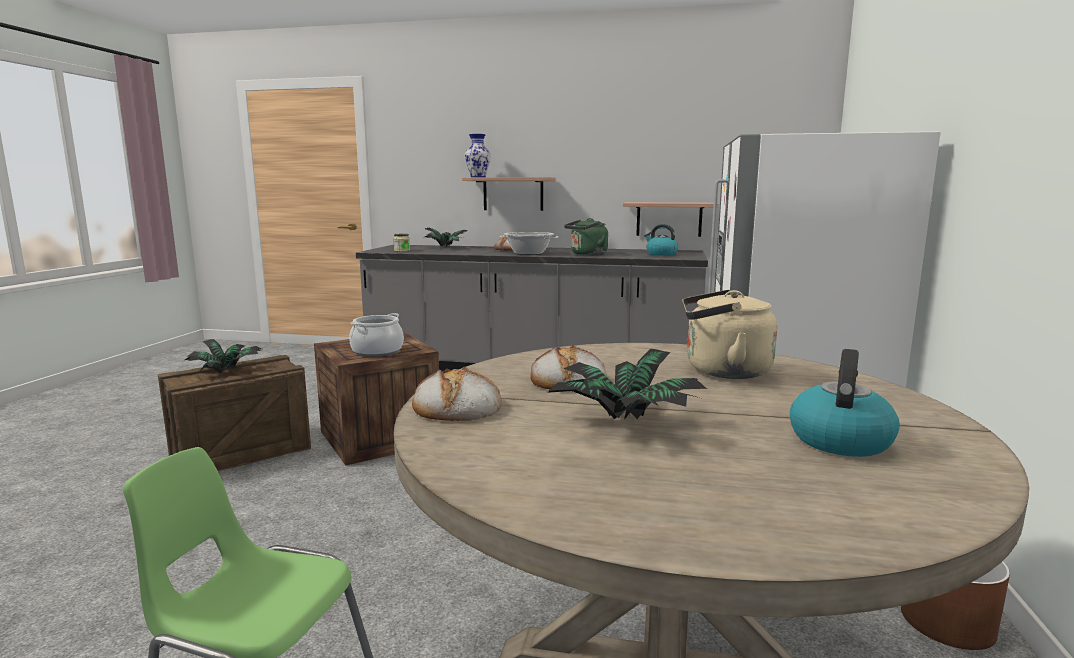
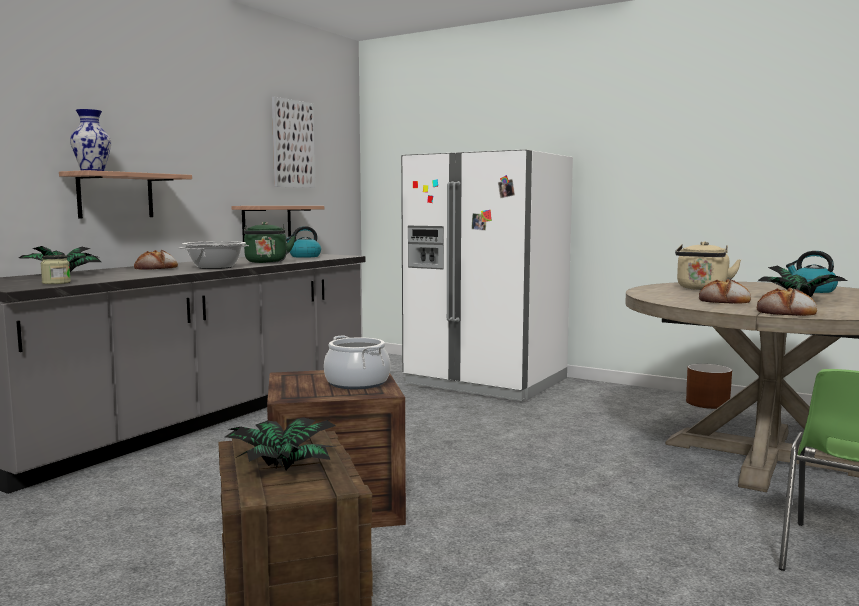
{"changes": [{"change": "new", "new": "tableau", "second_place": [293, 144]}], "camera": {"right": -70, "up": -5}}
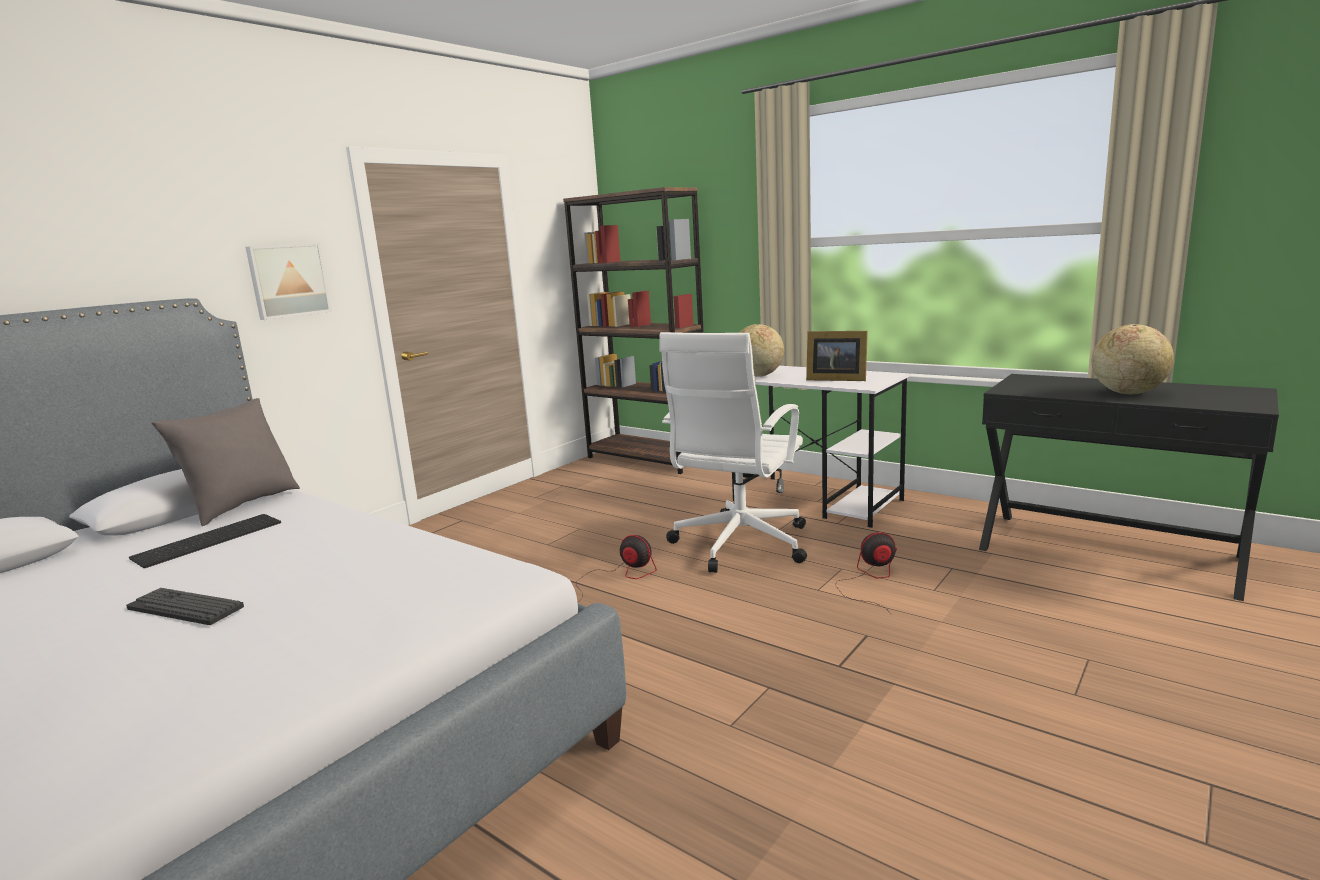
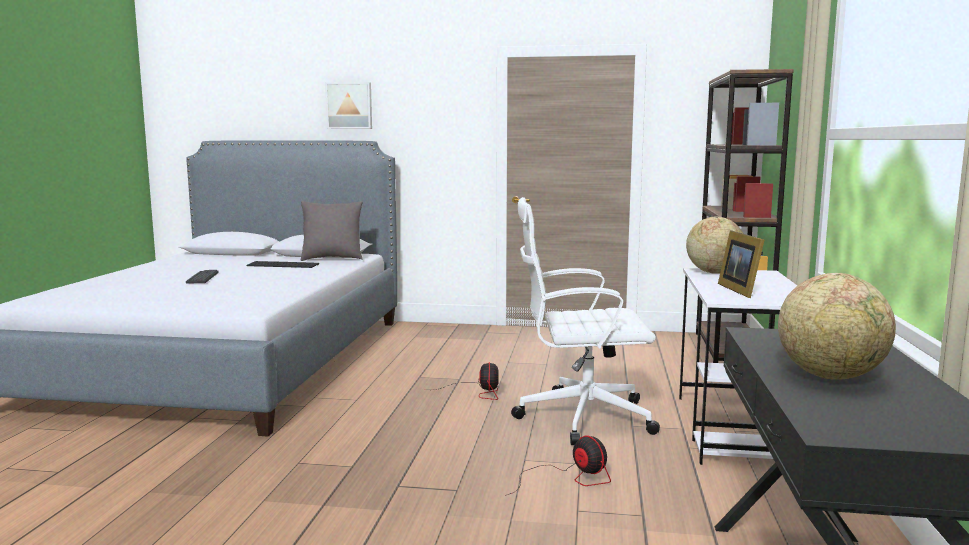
{"changes": [{"change": "shifted", "old": "tableau", "first_place": [288, 280], "second_place": [349, 106]}], "camera": {"right": 60, "up": -5}}
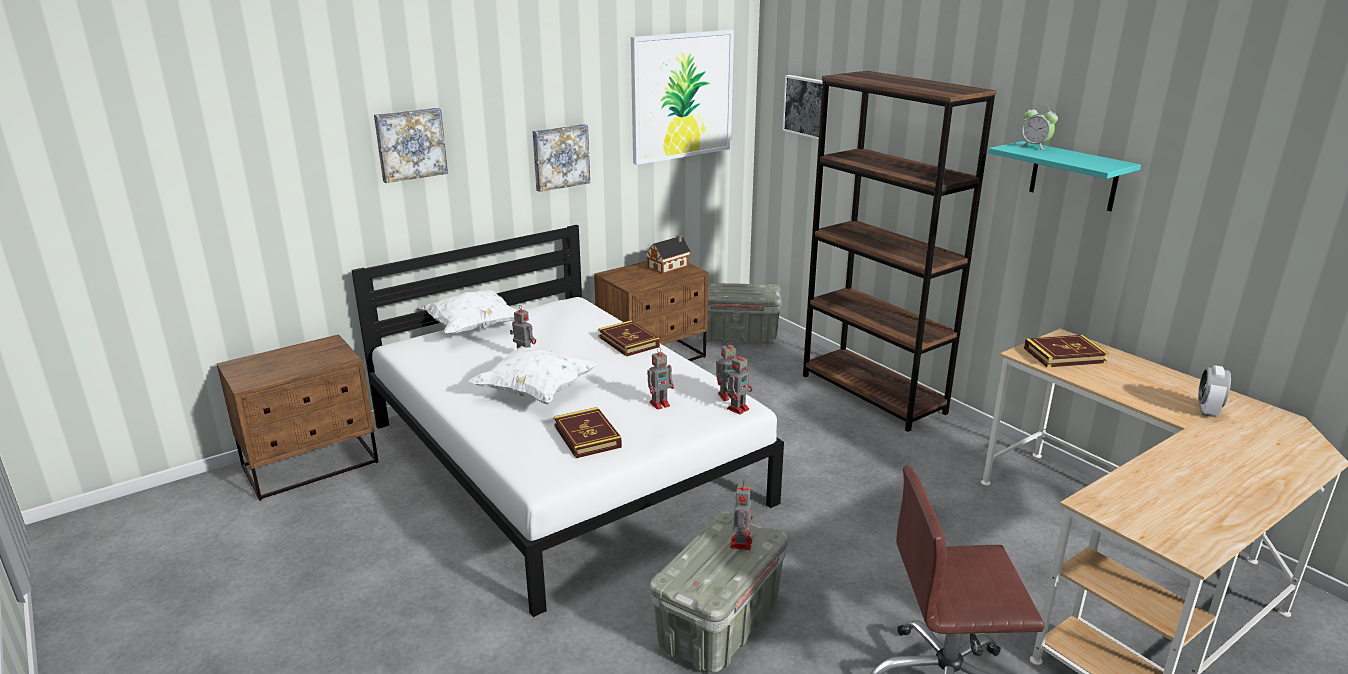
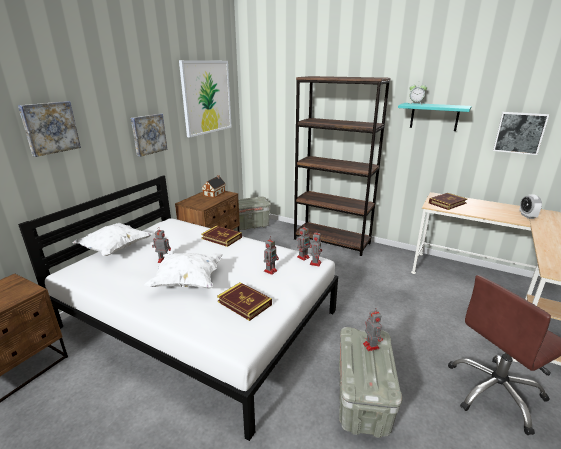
{"changes": [{"change": "shifted", "old": "tableau", "first_place": [807, 106], "second_place": [519, 132]}], "camera": {"right": -25, "up": 0}}
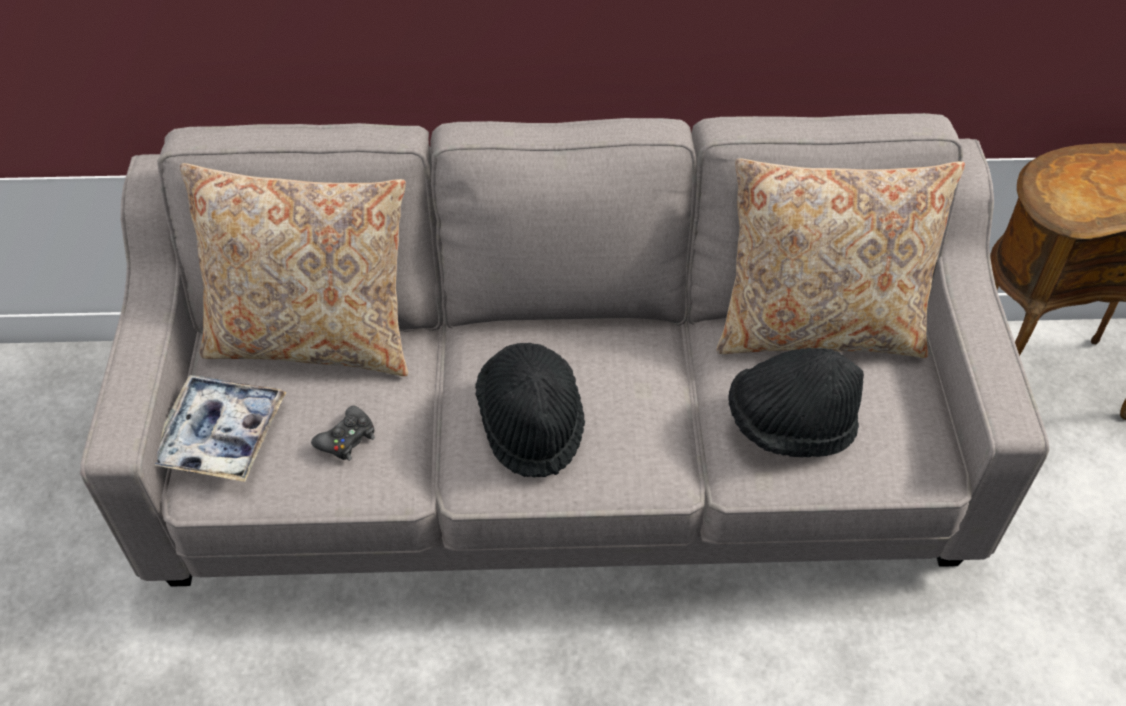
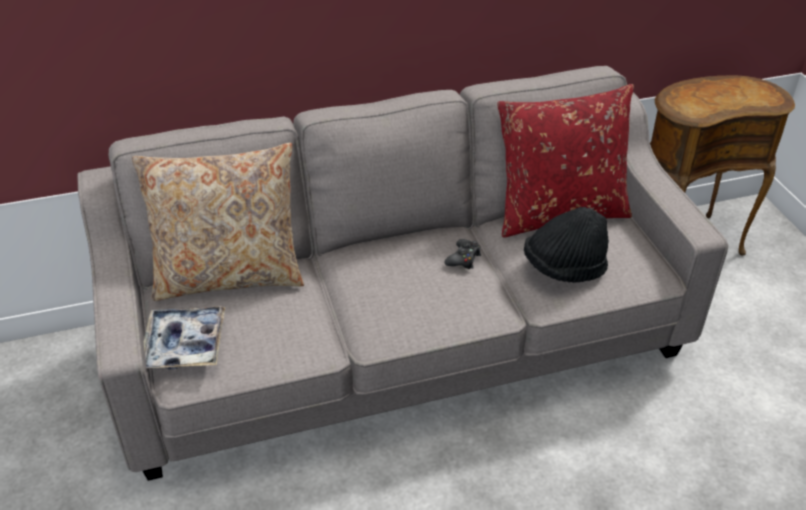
{"changes": [{"change": "shifted", "old": "manette/noir", "first_place": [347, 439], "second_place": [463, 259]}, {"change": "gone", "old": "chapeau/noir", "first_place": [531, 424]}, {"change": "repainted", "old": "coussin/beige", "new": "coussin/rouge", "first_place": [818, 327], "second_place": [559, 213]}], "camera": {"right": -15, "up": -10}}
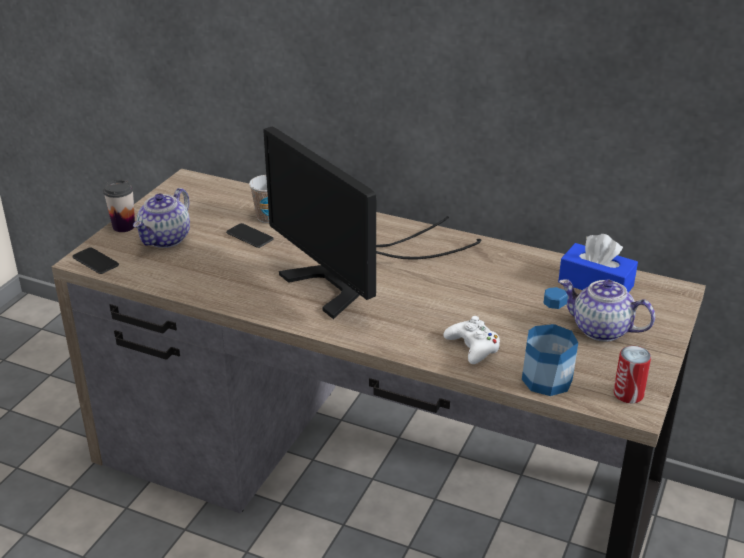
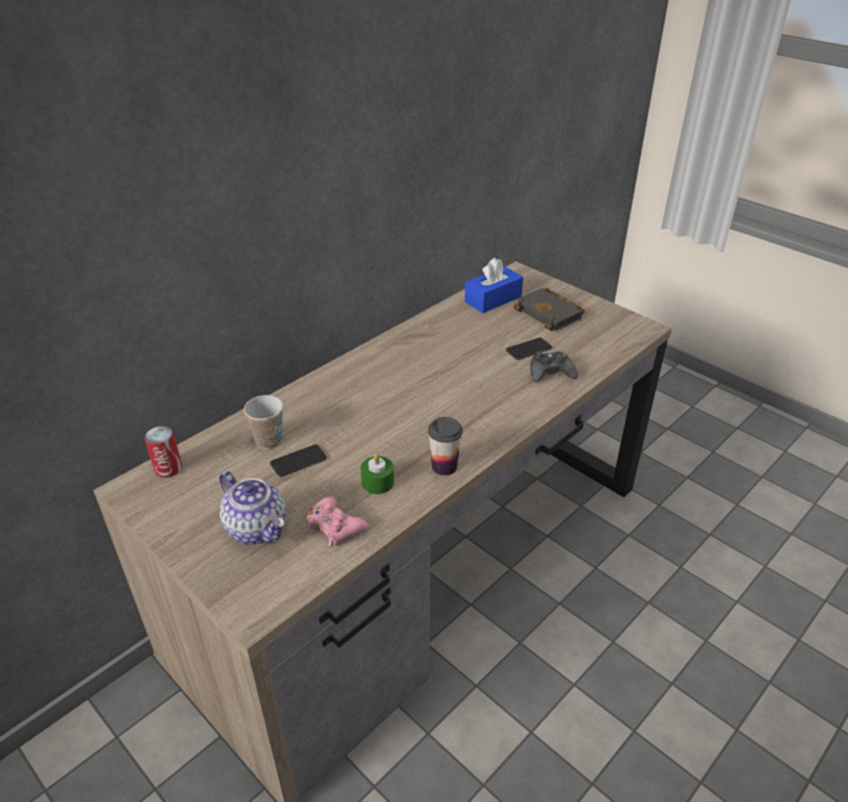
{"changes": [{"change": "shifted", "old": "téléphone", "first_place": [95, 261], "second_place": [528, 349]}, {"change": "shifted", "old": "tasse", "first_place": [123, 226], "second_place": [444, 466]}, {"change": "gone", "old": "écran d'ordinateur", "first_place": [354, 277]}, {"change": "repainted", "old": "manette/blanc", "new": "manette/noir", "first_place": [473, 347], "second_place": [550, 373]}, {"change": "gone", "old": "bouteille", "first_place": [547, 379]}, {"change": "swapped", "old": "théière", "new": "livre/noir", "first_place": [600, 330], "second_place": [551, 314]}, {"change": "shifted", "old": "boîte métallique", "first_place": [628, 394], "second_place": [168, 468]}, {"change": "new", "new": "manette/rose", "second_place": [335, 527]}, {"change": "new", "new": "bougie/vert", "second_place": [377, 482]}], "camera": {"right": -70, "up": 5}}
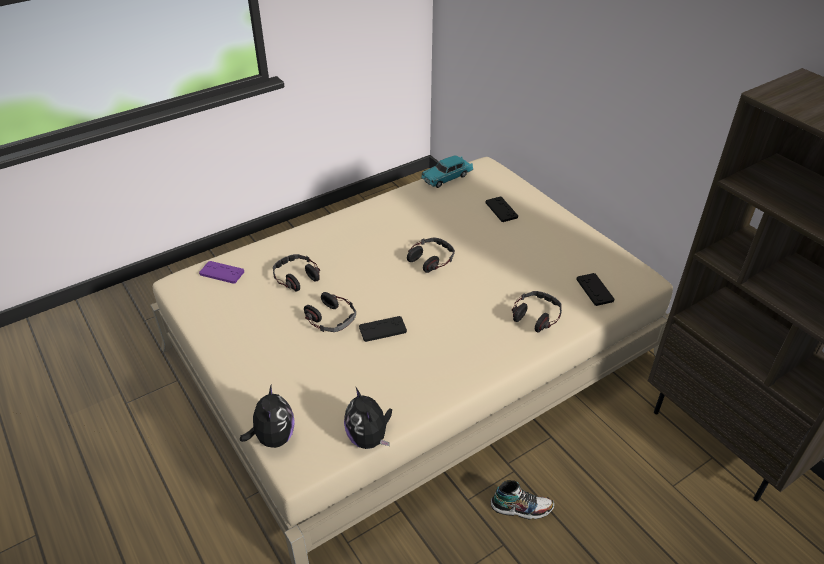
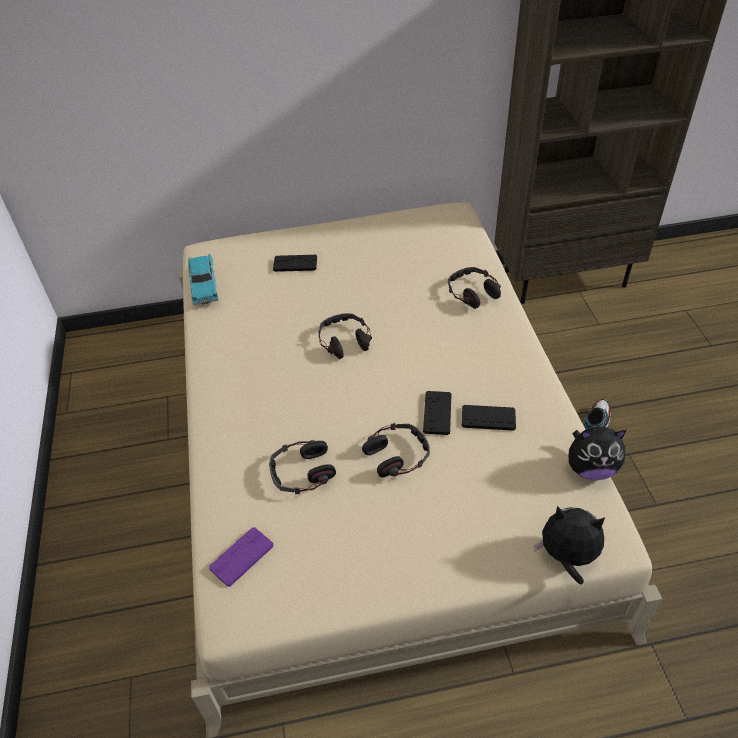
{"changes": [{"change": "shifted", "old": "manette/noir", "first_place": [594, 290], "second_place": [488, 418]}], "camera": {"right": -65, "up": 5}}
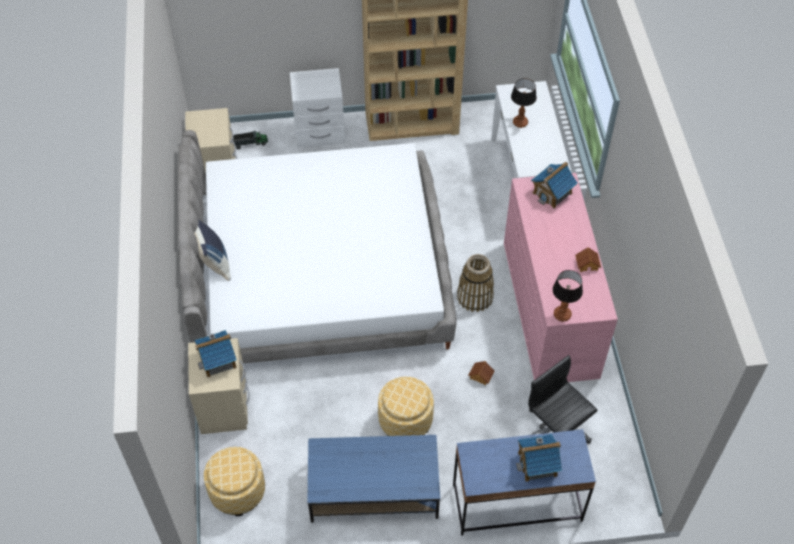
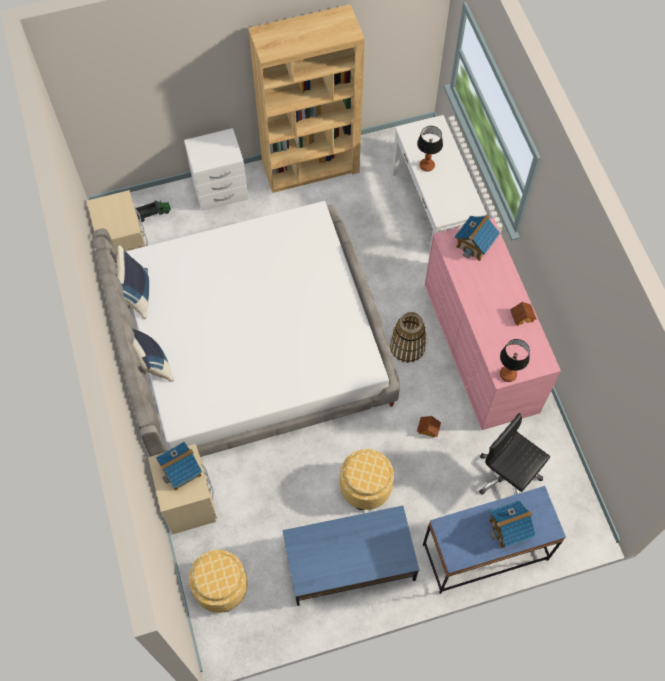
{"changes": [{"change": "new", "new": "coussin/bleu", "second_place": [136, 294]}], "camera": {"right": -10, "up": 10}}
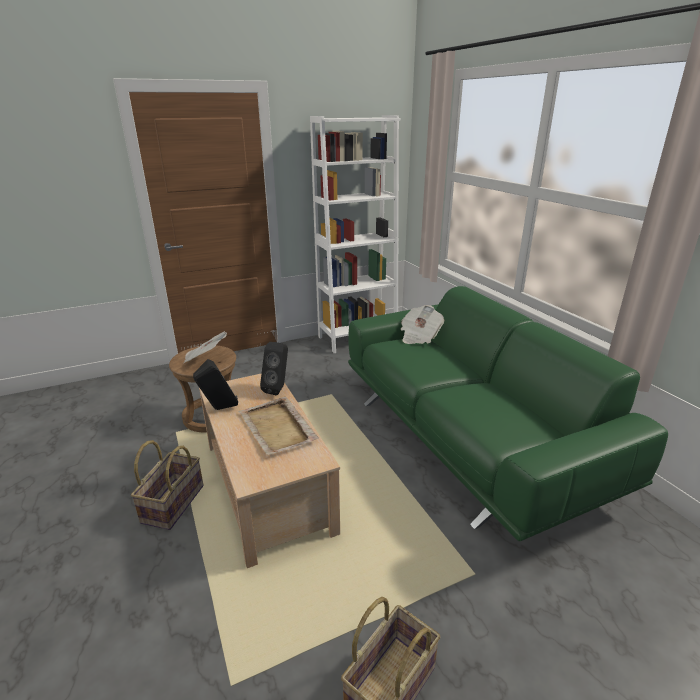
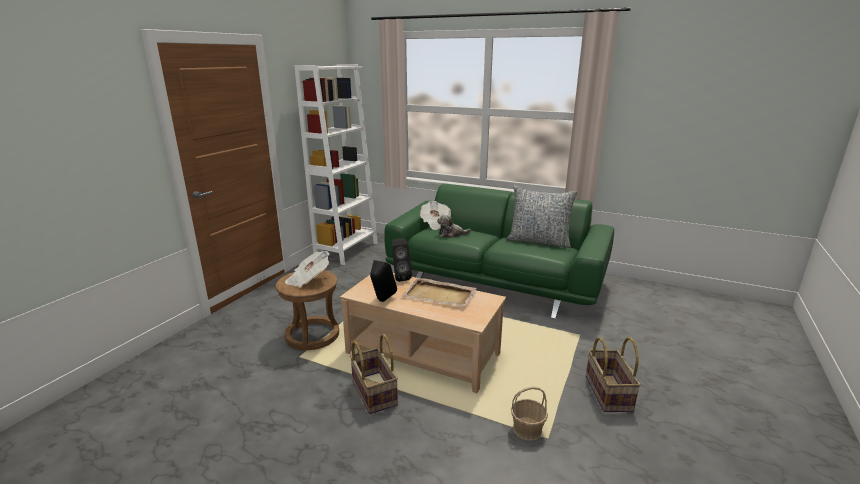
{"changes": [{"change": "new", "new": "peluche", "second_place": [451, 234]}, {"change": "new", "new": "coussin", "second_place": [538, 241]}, {"change": "new", "new": "panier", "second_place": [527, 429]}], "camera": {"right": -40, "up": -5}}
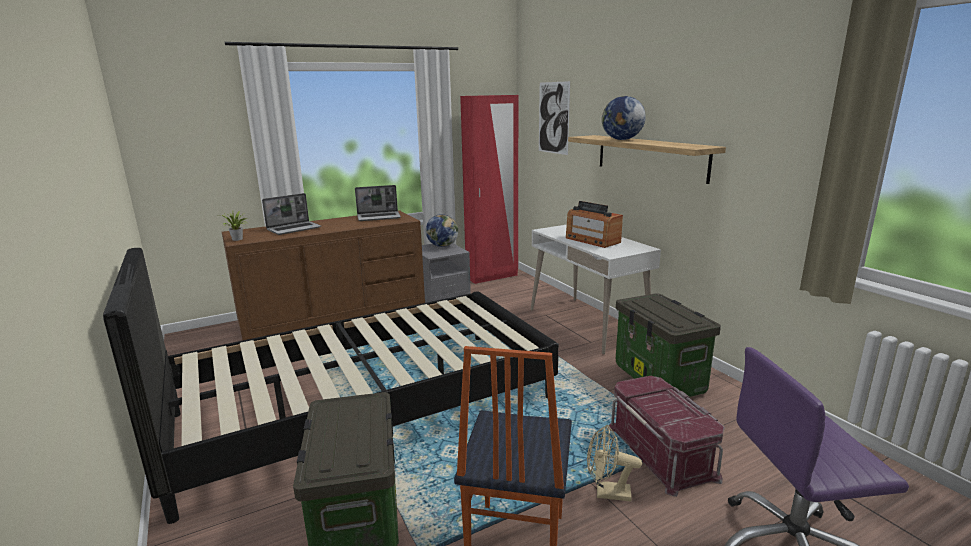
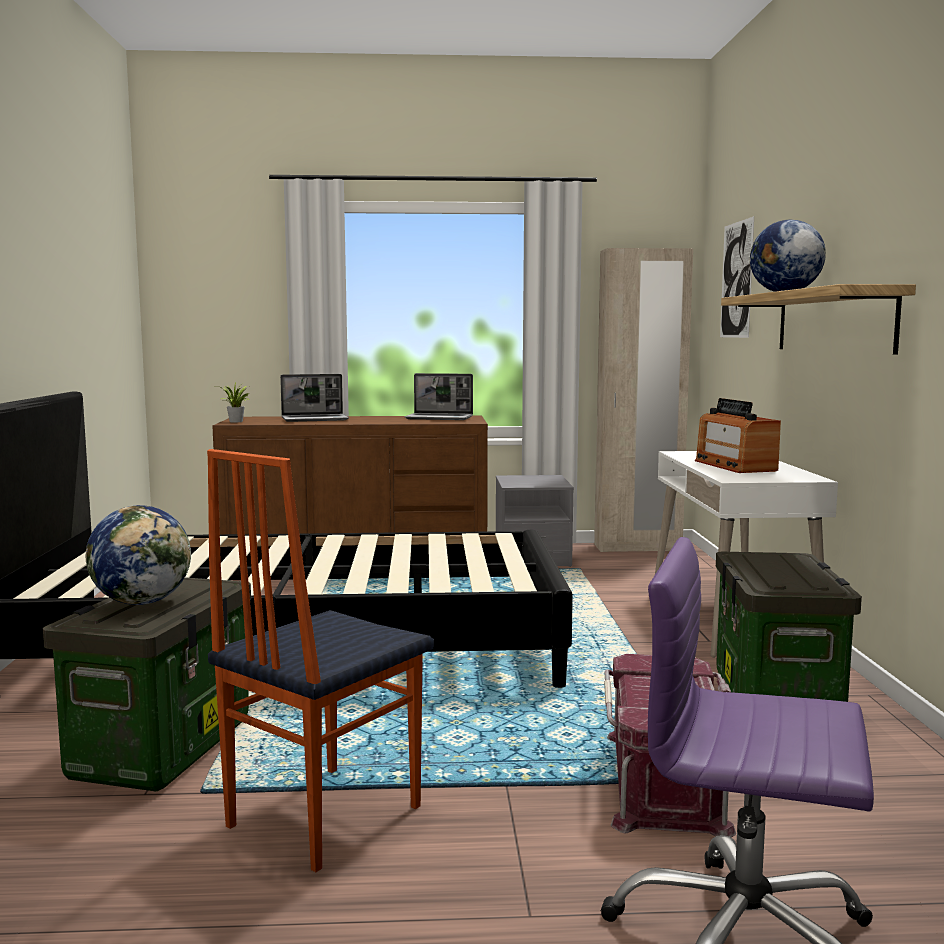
{"changes": [{"change": "shifted", "old": "globe", "first_place": [442, 246], "second_place": [142, 602]}, {"change": "repainted", "old": "armoire/rouge", "new": "armoire/beige", "first_place": [492, 277], "second_place": [637, 547]}, {"change": "gone", "old": "ventilateur/beige", "first_place": [607, 493]}], "camera": {"right": 25, "up": -10}}
